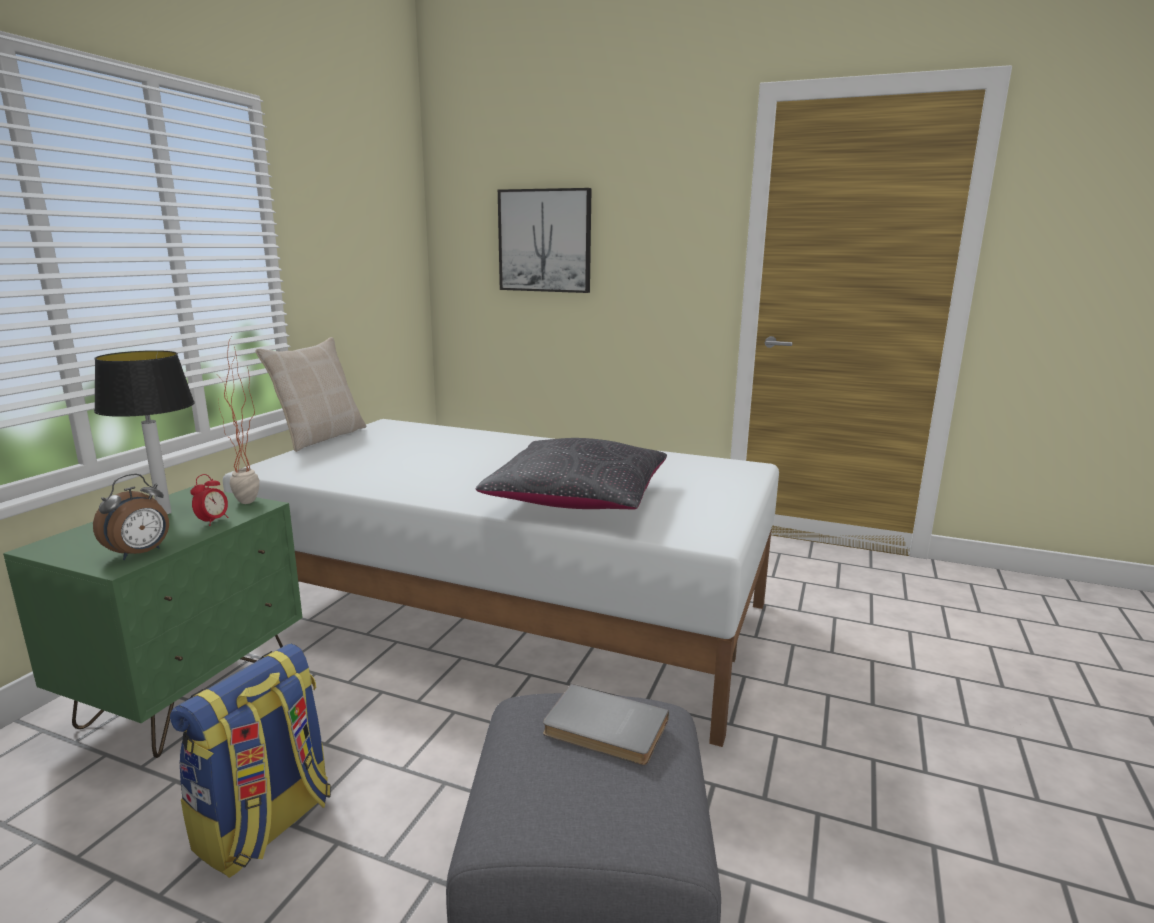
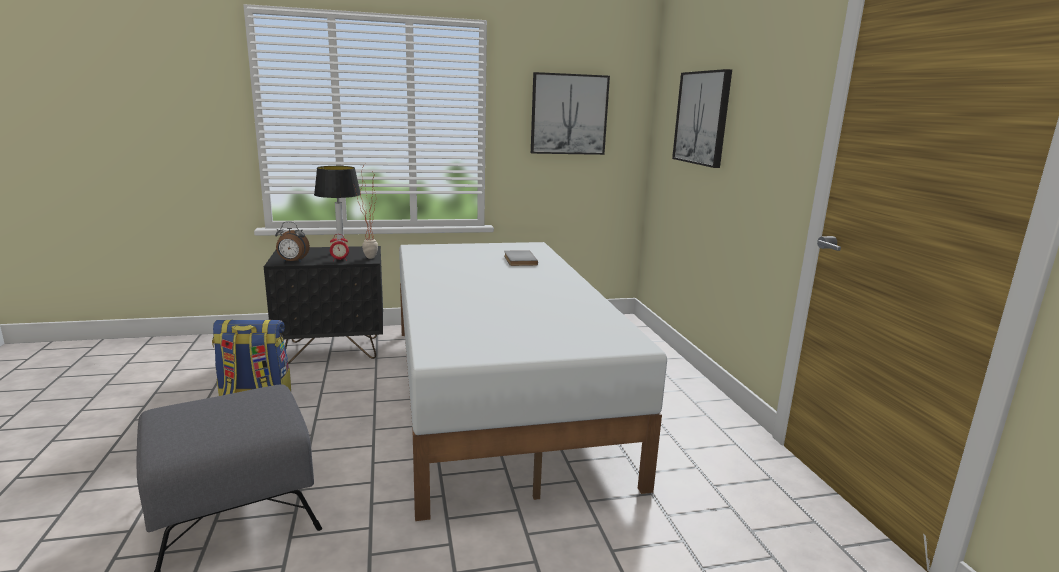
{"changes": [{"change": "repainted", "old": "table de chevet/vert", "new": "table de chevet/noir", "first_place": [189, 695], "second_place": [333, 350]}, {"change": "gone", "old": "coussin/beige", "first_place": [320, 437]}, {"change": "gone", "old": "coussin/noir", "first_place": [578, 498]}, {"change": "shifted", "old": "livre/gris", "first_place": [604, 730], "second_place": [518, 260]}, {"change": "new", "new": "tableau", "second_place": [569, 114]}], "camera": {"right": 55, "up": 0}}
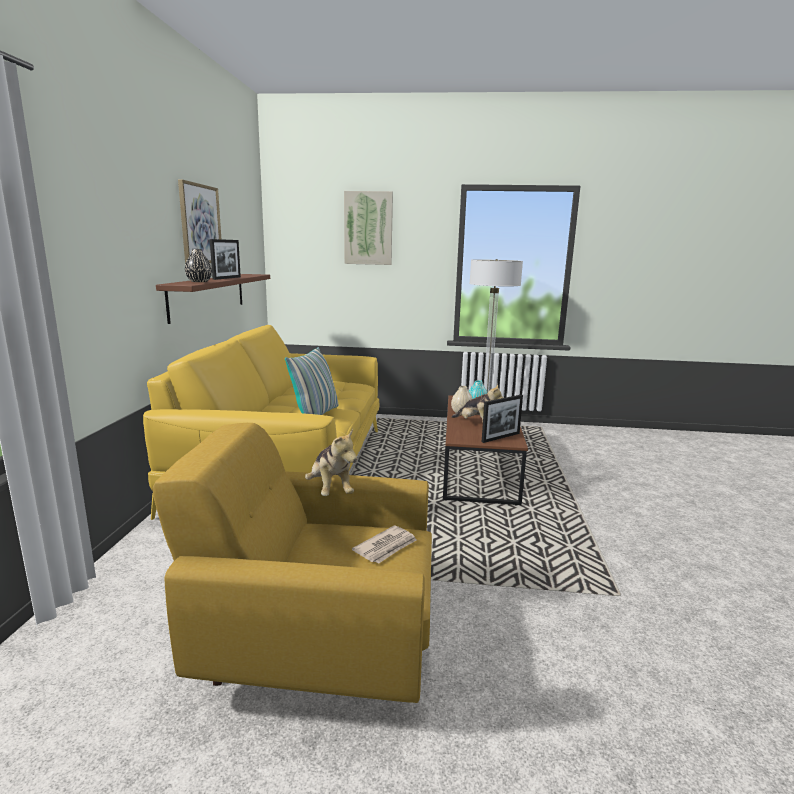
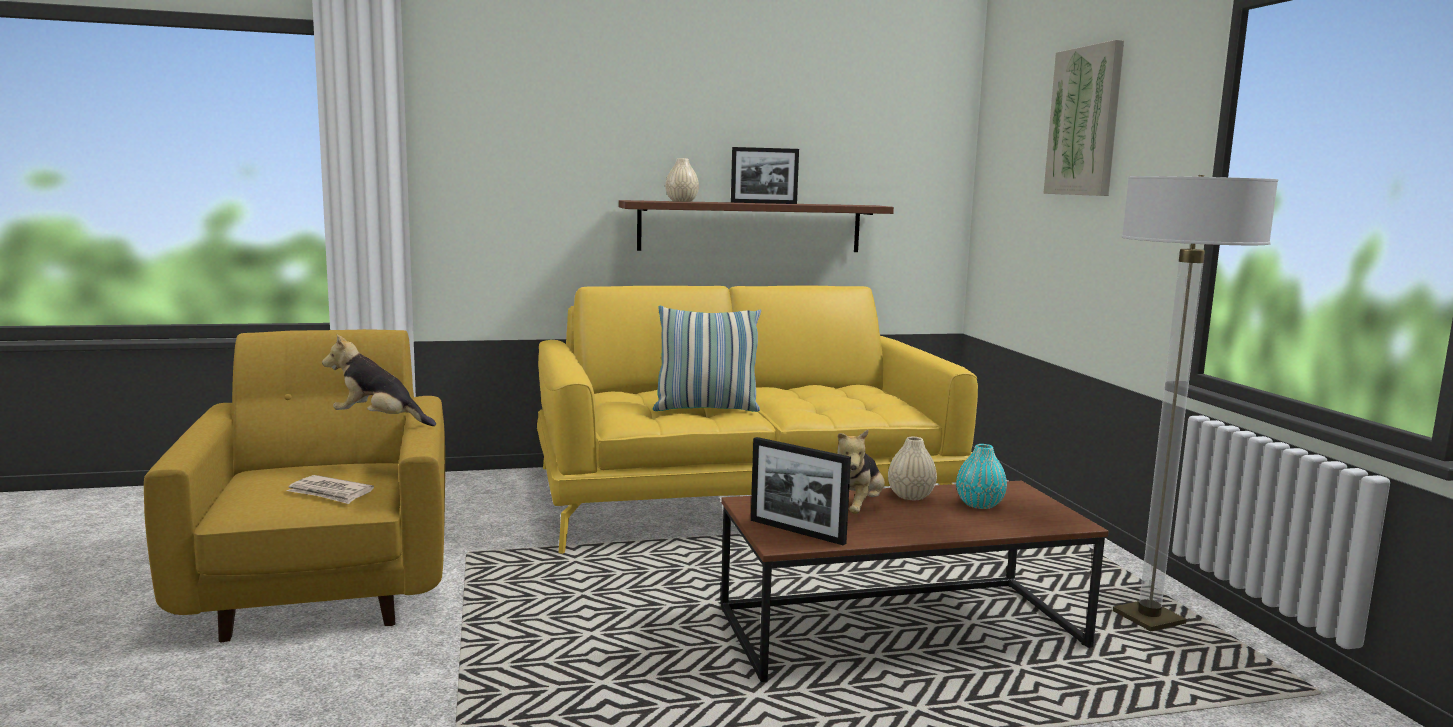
{"changes": [{"change": "gone", "old": "tableau", "first_place": [200, 224]}, {"change": "repainted", "old": "vase/noir", "new": "vase/beige", "first_place": [199, 281], "second_place": [682, 201]}, {"change": "rotated", "old": "peluche", "first_place": [330, 490], "second_place": [379, 421], "degrees": 60}], "camera": {"right": 70, "up": -5}}
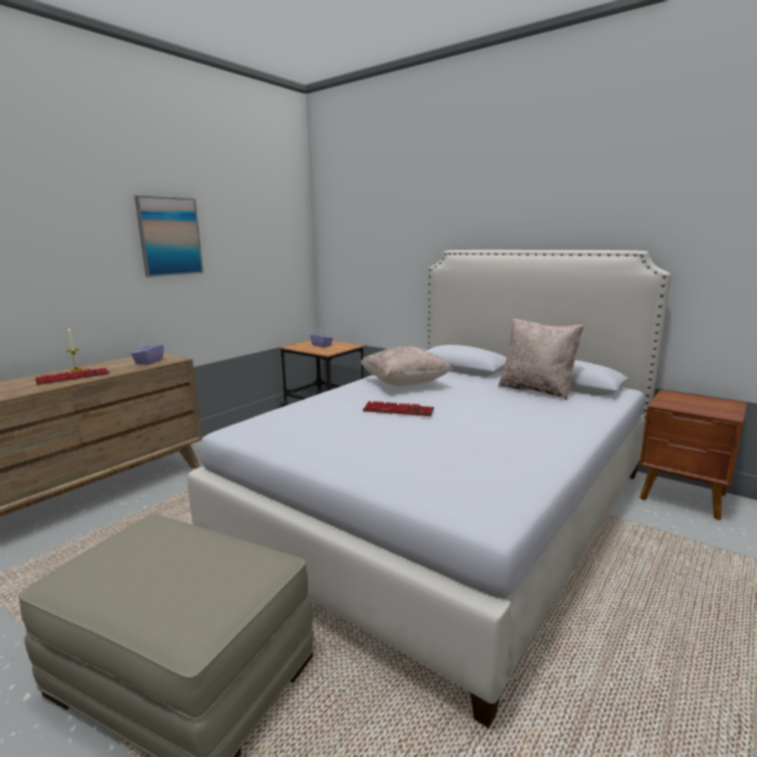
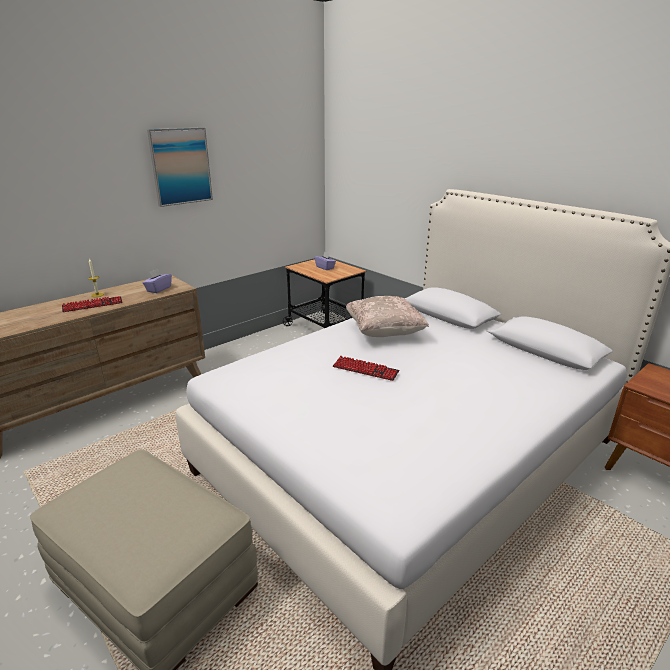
{"changes": [{"change": "gone", "old": "coussin/beige", "first_place": [537, 390]}], "camera": {"right": 10, "up": 10}}
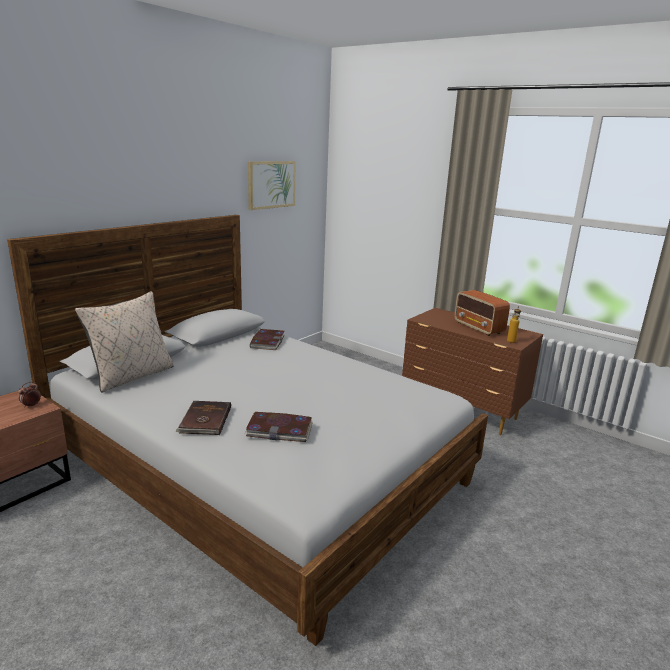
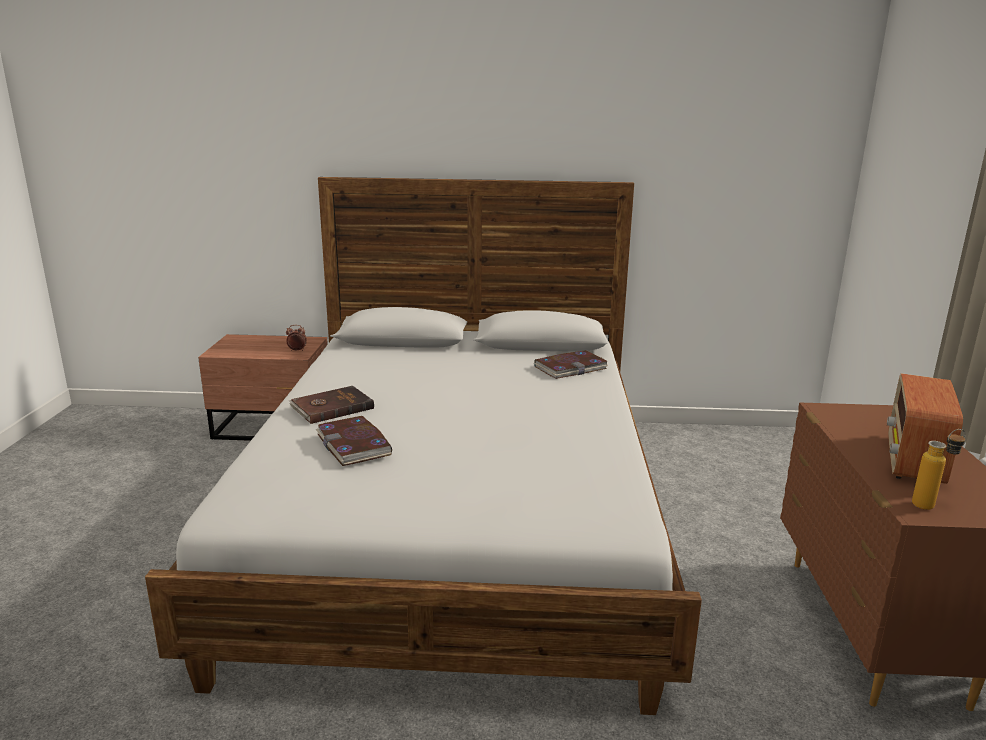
{"changes": [{"change": "gone", "old": "coussin/beige", "first_place": [132, 376]}, {"change": "gone", "old": "tableau", "first_place": [271, 184]}], "camera": {"right": 55, "up": 0}}
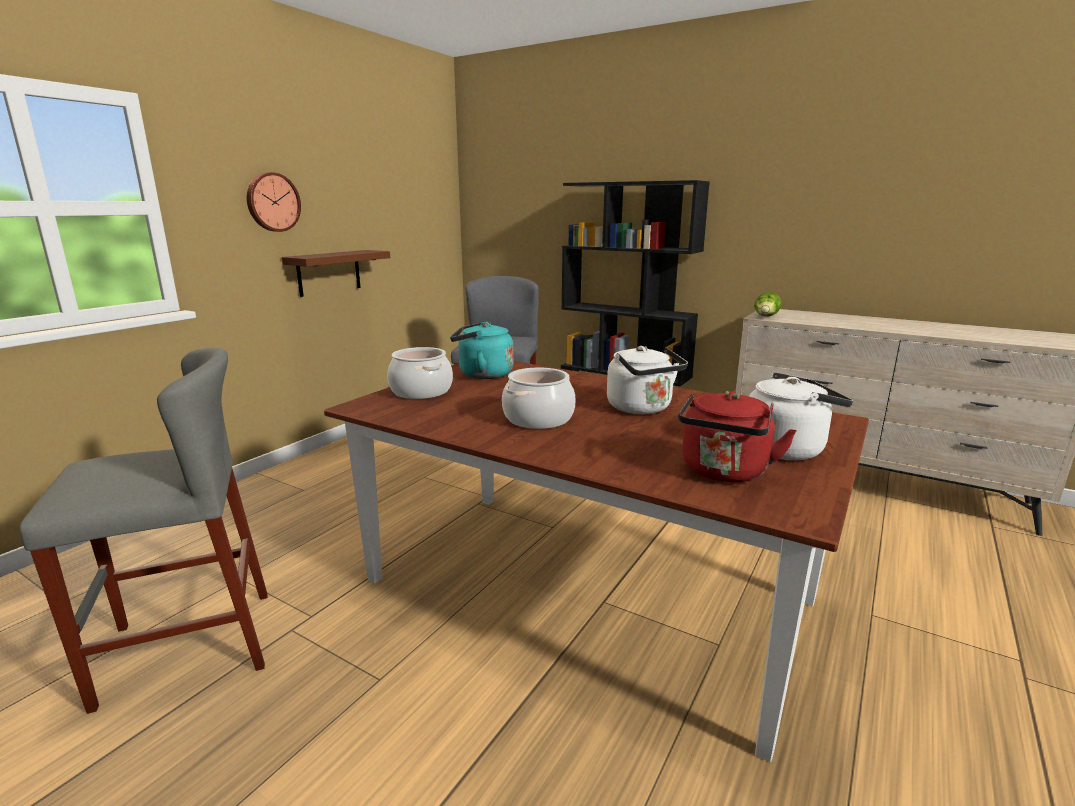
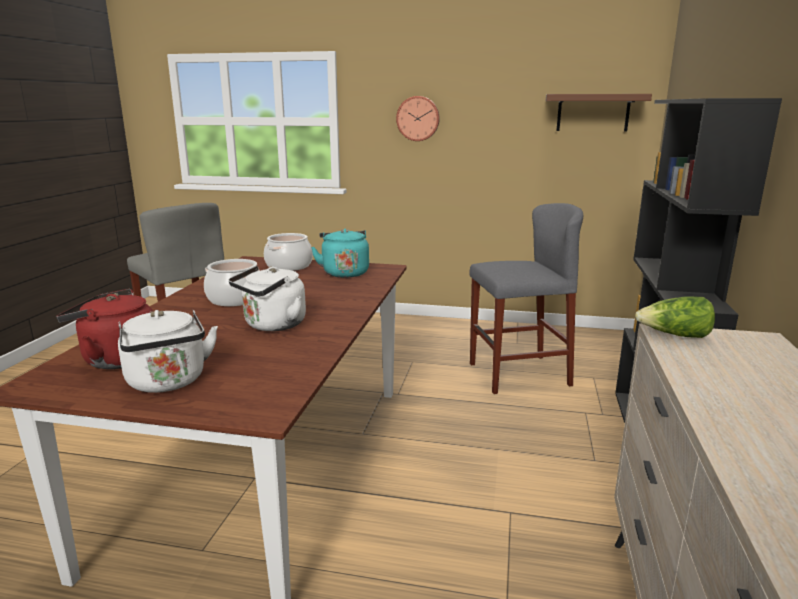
{"changes": [{"change": "shifted", "old": "étagère/marron", "first_place": [329, 272], "second_place": [593, 112]}], "camera": {"right": 70, "up": 0}}
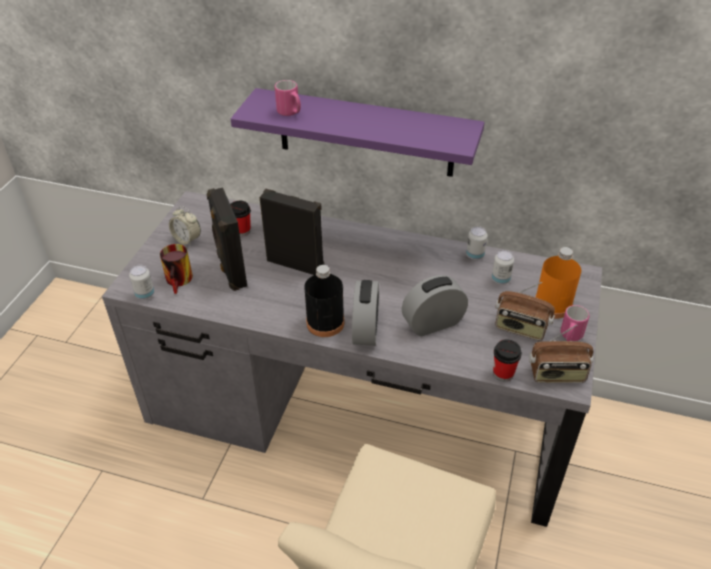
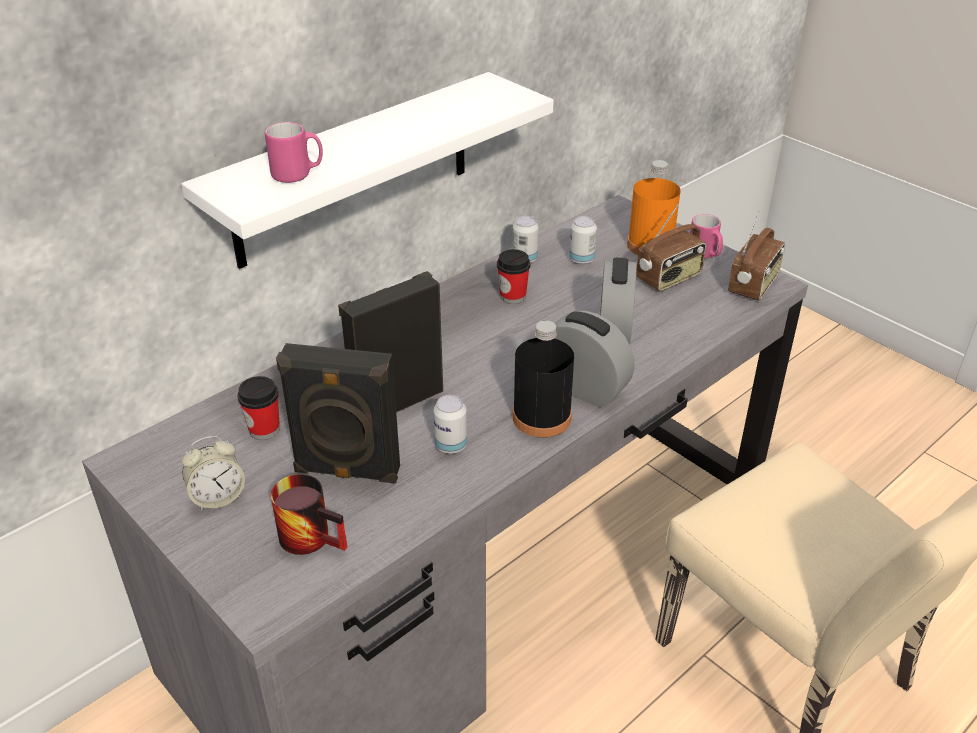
{"changes": [{"change": "shifted", "old": "boîte métallique", "first_place": [145, 294], "second_place": [451, 446]}, {"change": "repainted", "old": "étagère/violet", "new": "étagère/blanc", "first_place": [365, 133], "second_place": [354, 170]}, {"change": "shifted", "old": "tasse", "first_place": [503, 373], "second_place": [513, 296]}], "camera": {"right": -60, "up": -5}}
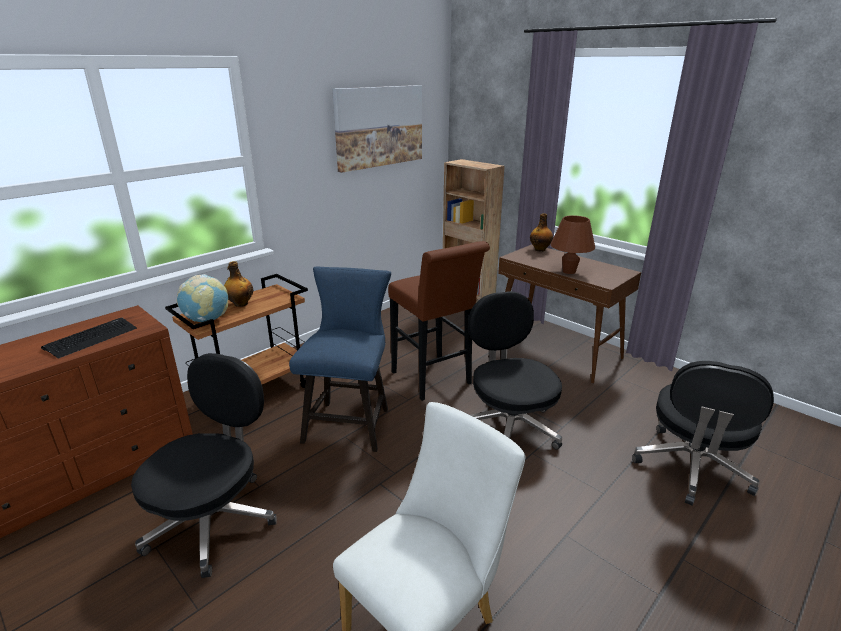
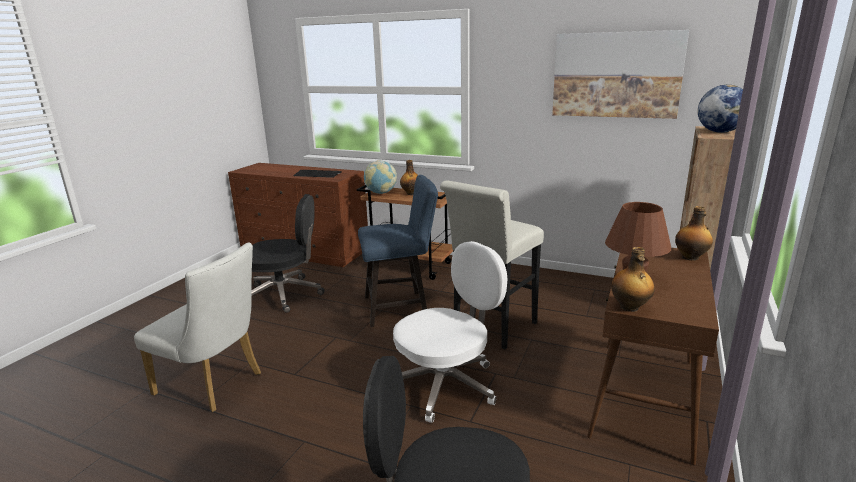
{"changes": [{"change": "repainted", "old": "tabouret/marron", "new": "tabouret/blanc", "first_place": [434, 380], "second_place": [491, 329]}, {"change": "repainted", "old": "chaise de bureau/noir", "new": "chaise de bureau/blanc", "first_place": [509, 426], "second_place": [447, 384]}, {"change": "new", "new": "bouteille", "second_place": [629, 307]}, {"change": "new", "new": "globe", "second_place": [719, 132]}], "camera": {"right": 70, "up": -5}}
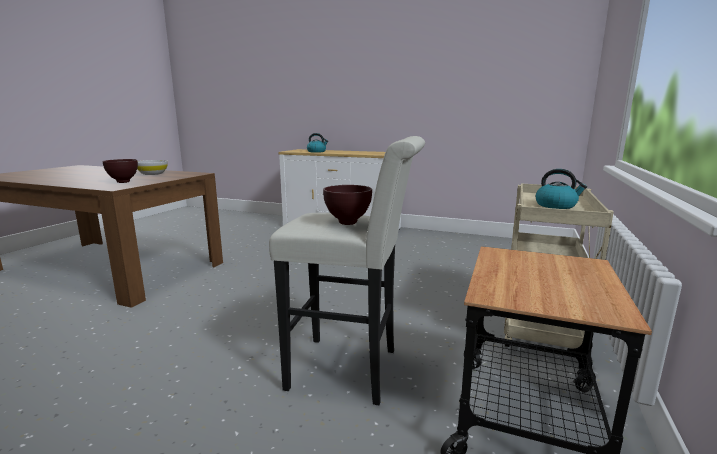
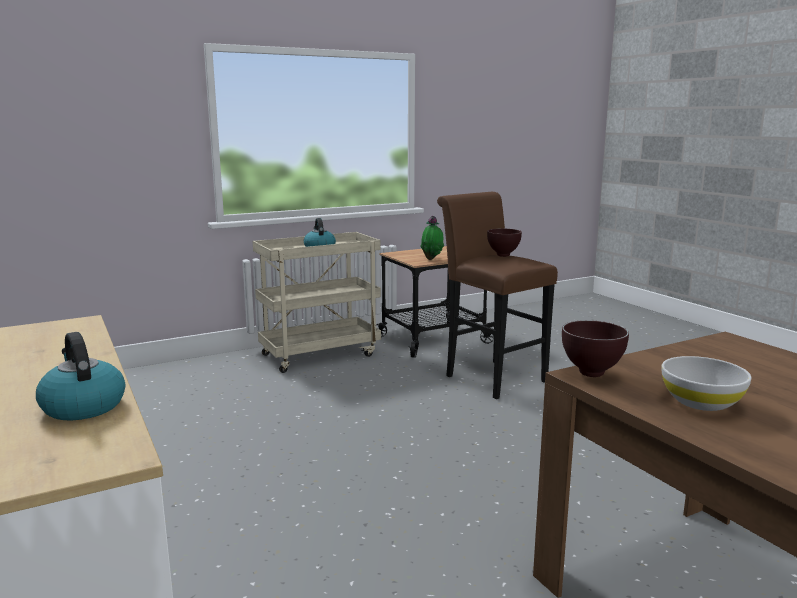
{"changes": [{"change": "shifted", "old": "bol/marron", "first_place": [124, 182], "second_place": [590, 374]}, {"change": "repainted", "old": "tabouret/blanc", "new": "tabouret/marron", "first_place": [352, 370], "second_place": [490, 376]}, {"change": "new", "new": "plante en pot", "second_place": [432, 259]}], "camera": {"right": -140, "up": 0}}
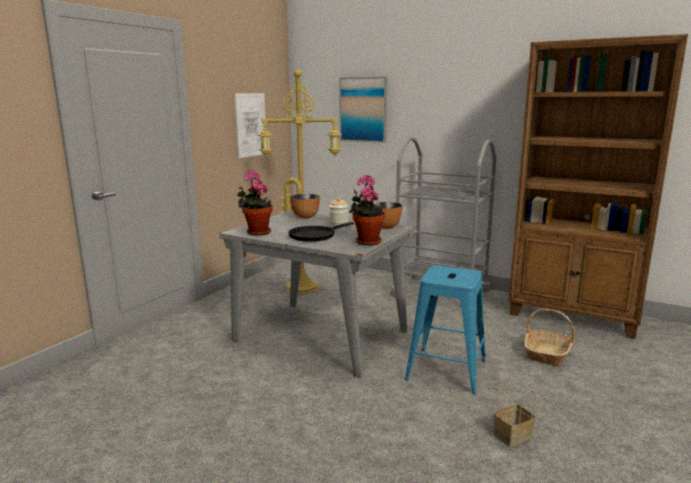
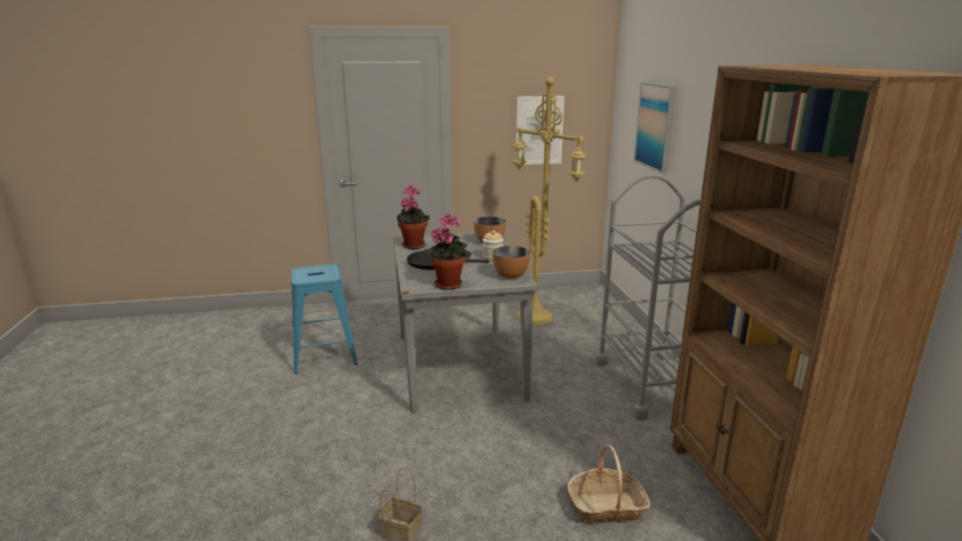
{"changes": [{"change": "shifted", "old": "tabouret/bleu", "first_place": [446, 370], "second_place": [324, 355]}], "camera": {"right": 50, "up": 5}}
